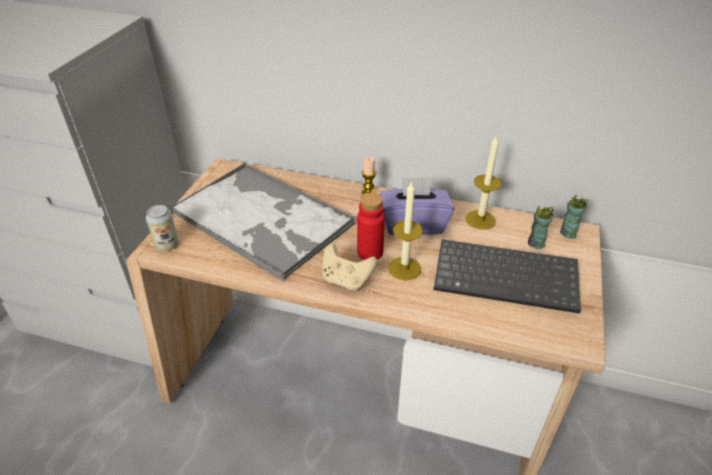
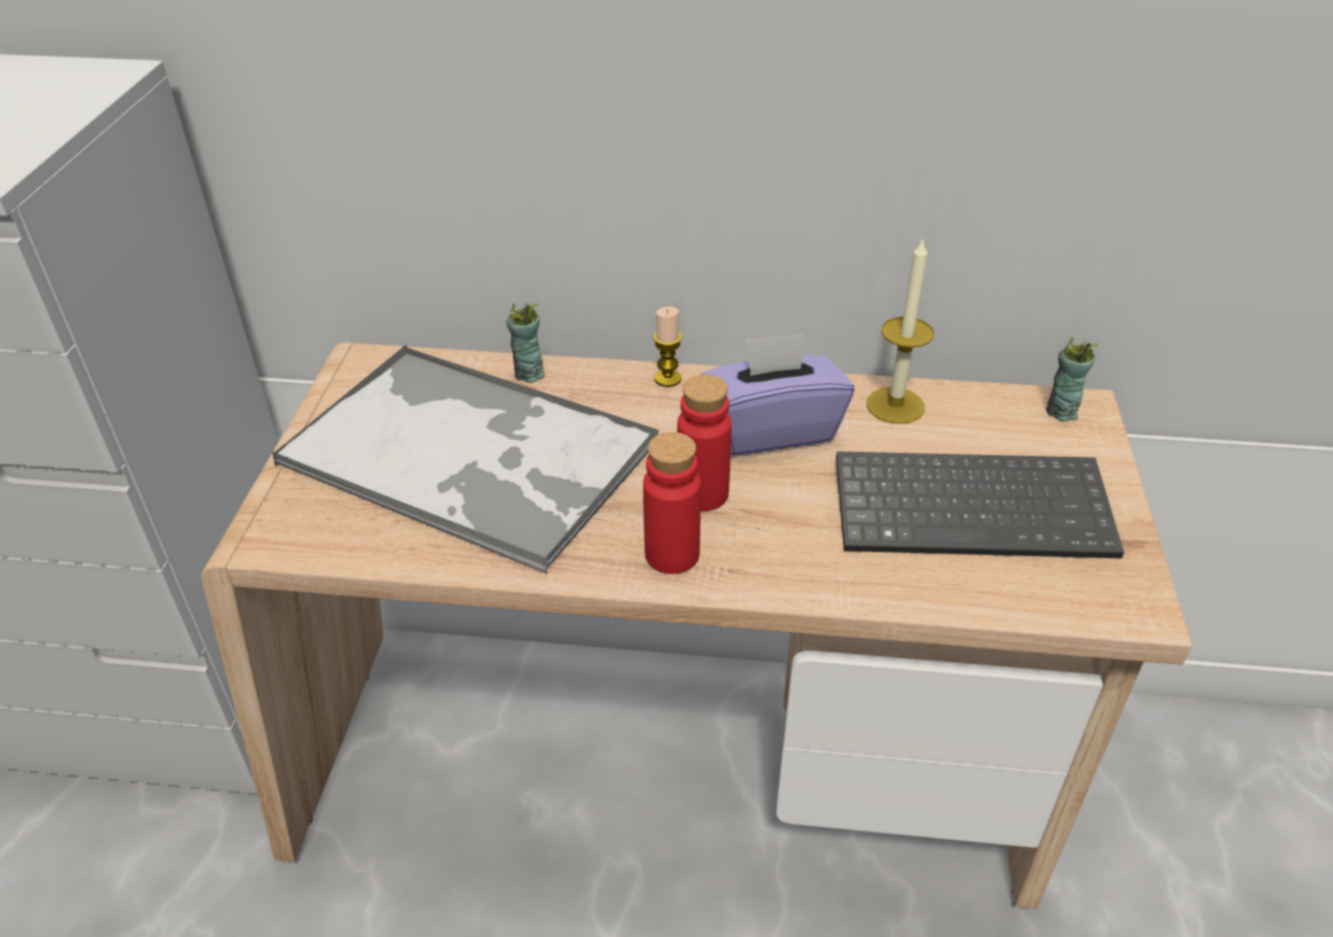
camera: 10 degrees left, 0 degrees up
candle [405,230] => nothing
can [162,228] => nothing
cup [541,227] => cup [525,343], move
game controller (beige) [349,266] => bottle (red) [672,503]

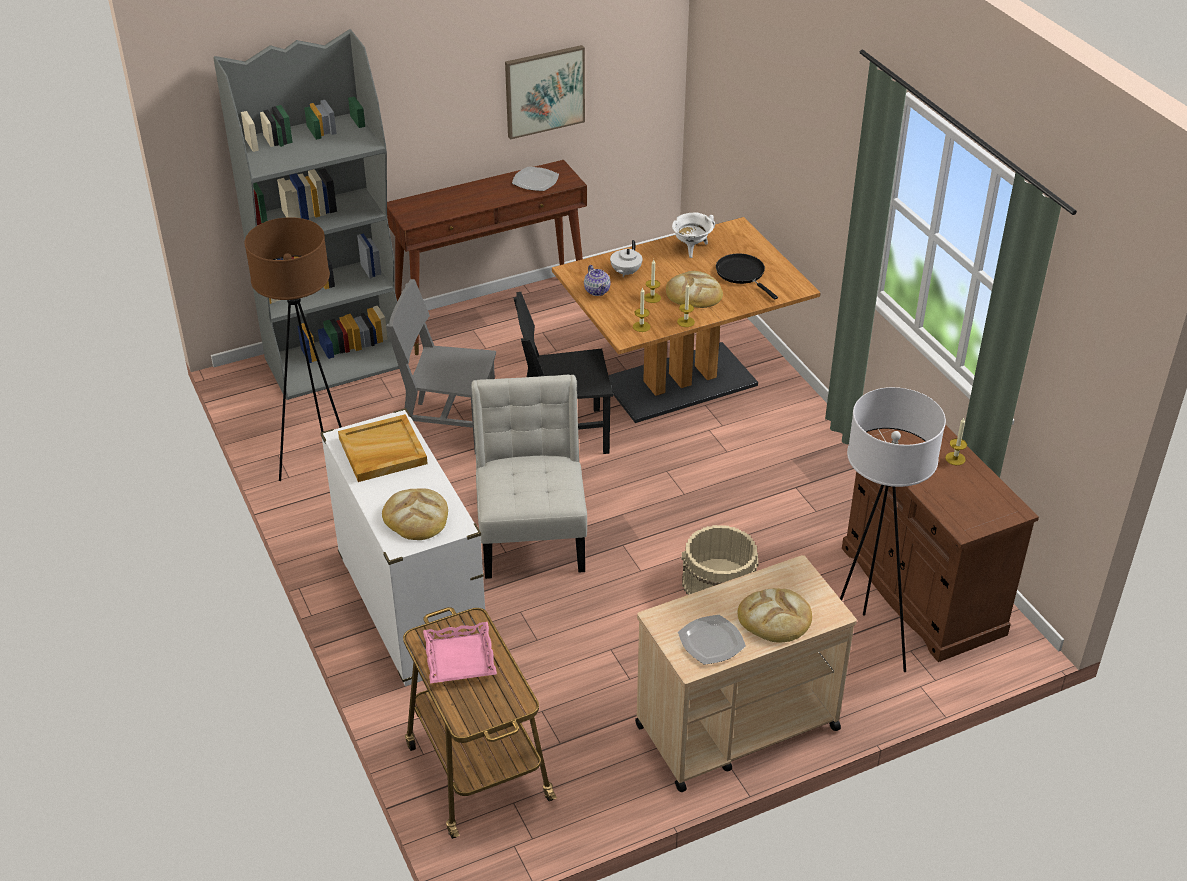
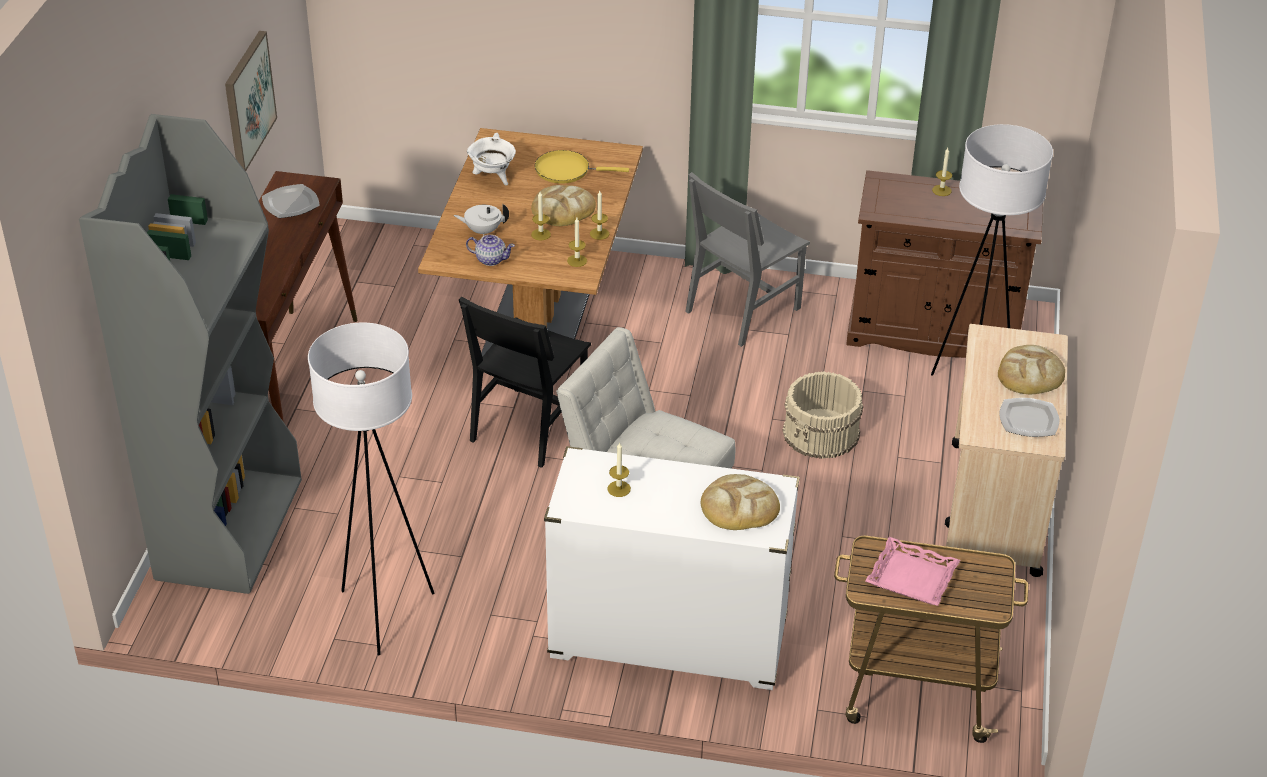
camera: 55 degrees left, 0 degrees up
floor lamp (brown) [293,349] => floor lamp (white) [371,488]
teapot (white) [626,258] => teapot (white) [481,220], 120 degrees clockwise
frying pan (black) [747,277] => frying pan (yellow) [582,166]
chair (grey) [441,367] => chair (grey) [747,259], move
tray (beige) [383,448] => candle [619,469]

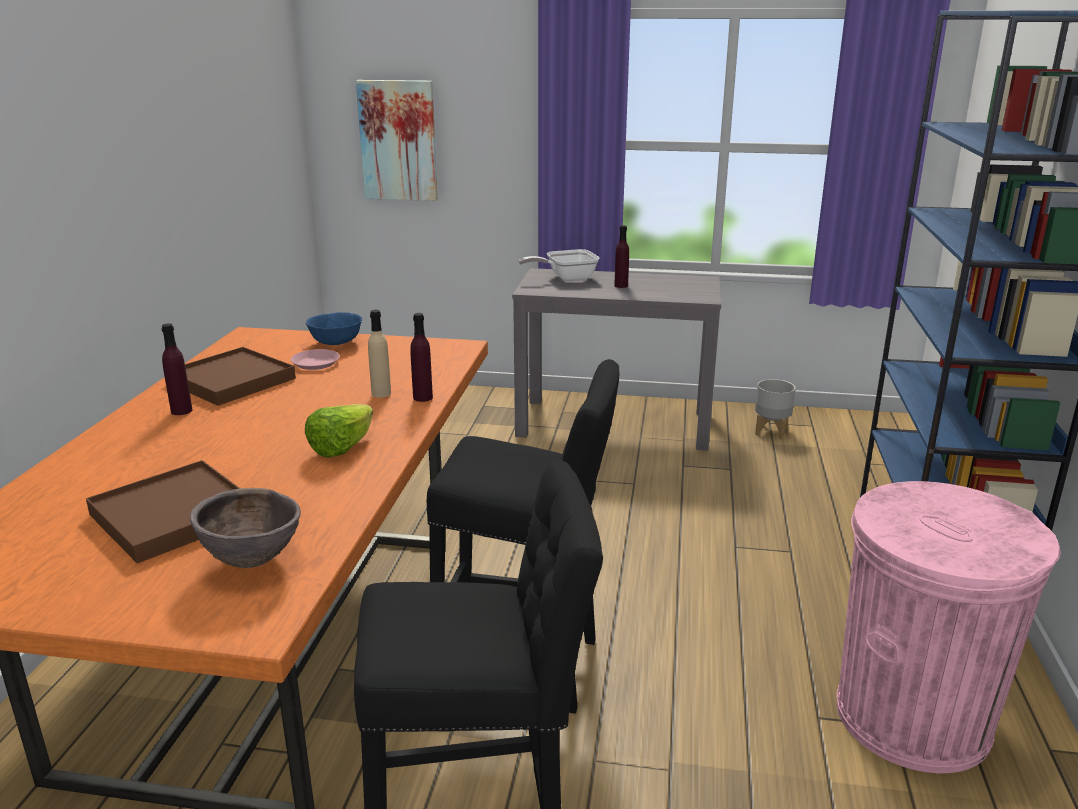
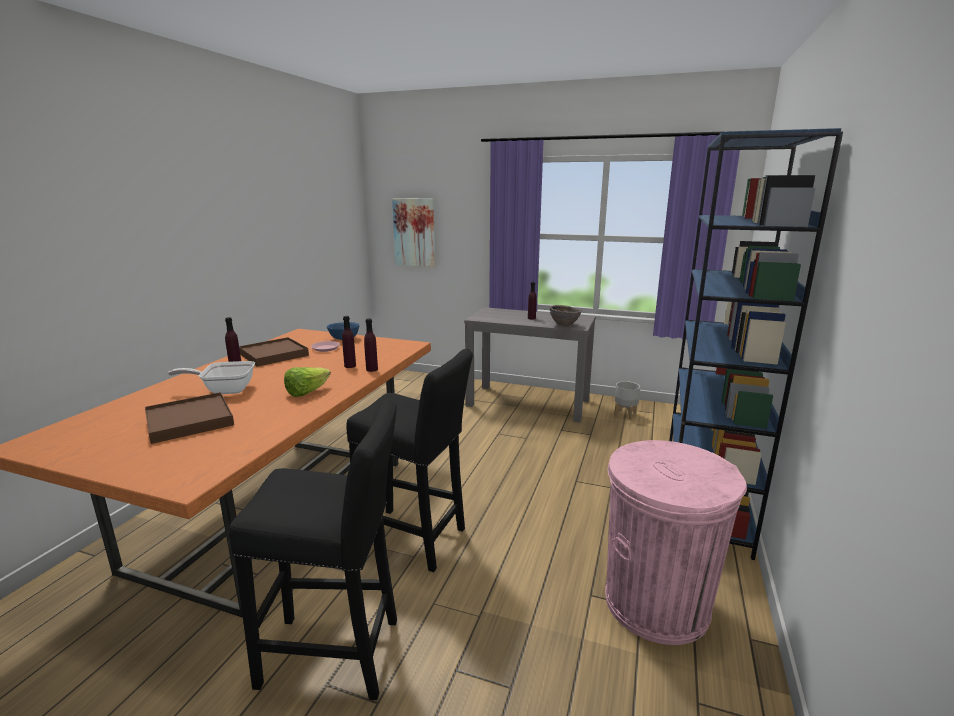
camera: 10 degrees right, 5 degrees down
frying pan [559,265] => frying pan [211,377], move
bottle (beige) [379,354] => bottle (purple) [349,342]
bowl (brown) [245,528] => bowl (brown) [565,316], move

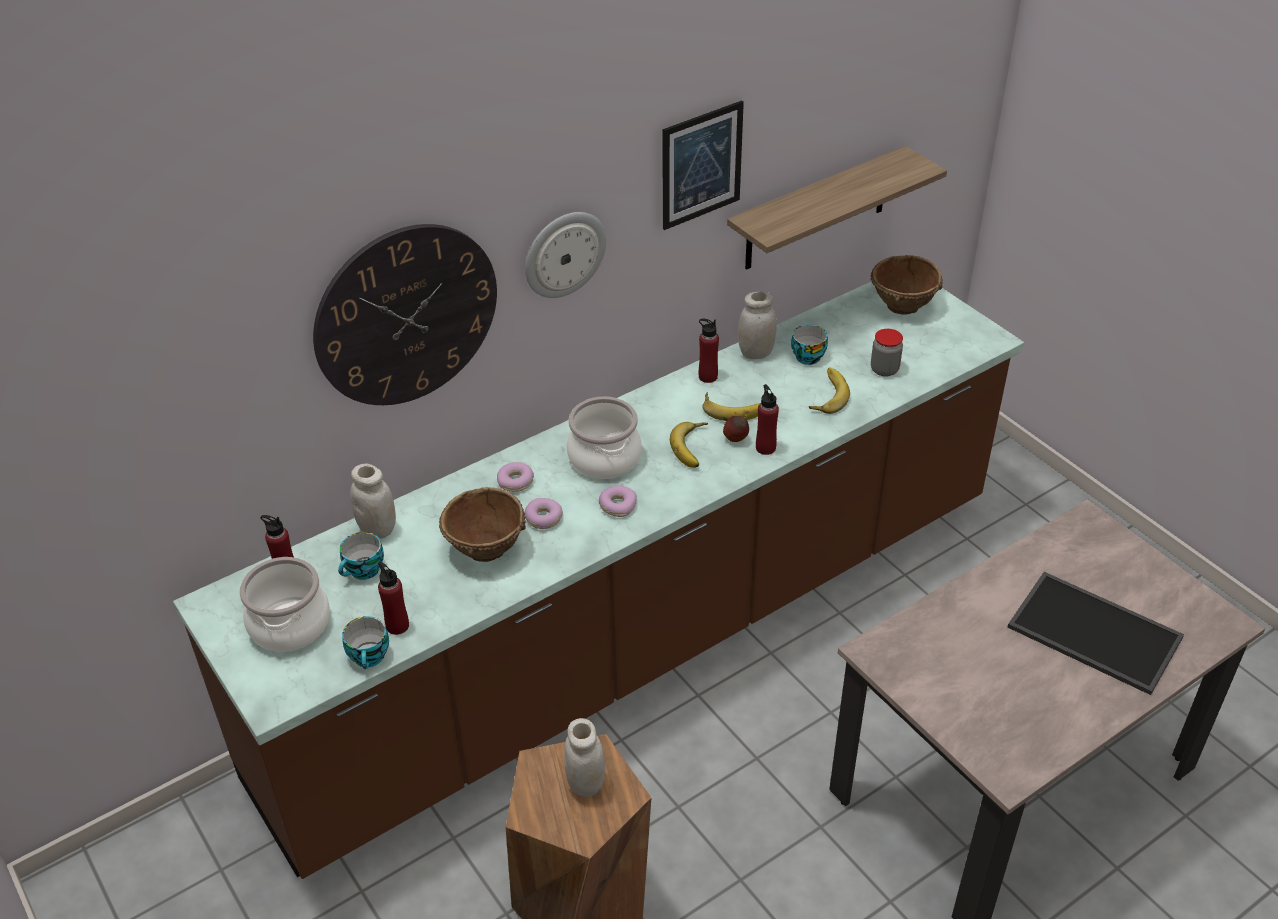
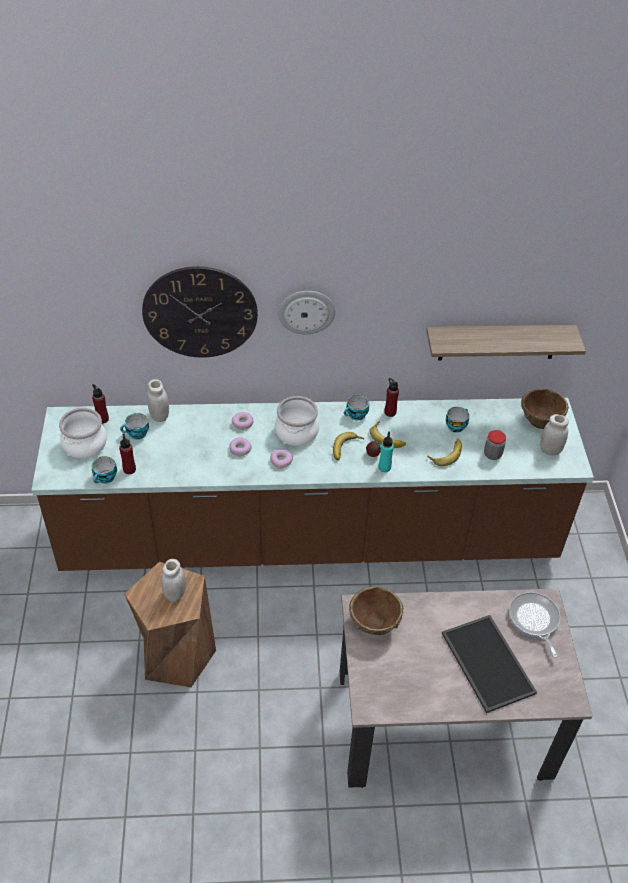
camera: 30 degrees right, 5 degrees up
picture [703,165] => nothing
jar (white) [757,325] => jar (white) [554,435], move
bottle (red) [767,419] => bottle (turquoise) [386,452]
bowl (brown) [482,524] => bowl (brown) [376,610], move
nothing => cup [356,408]
nothing => frying pan [535,624]

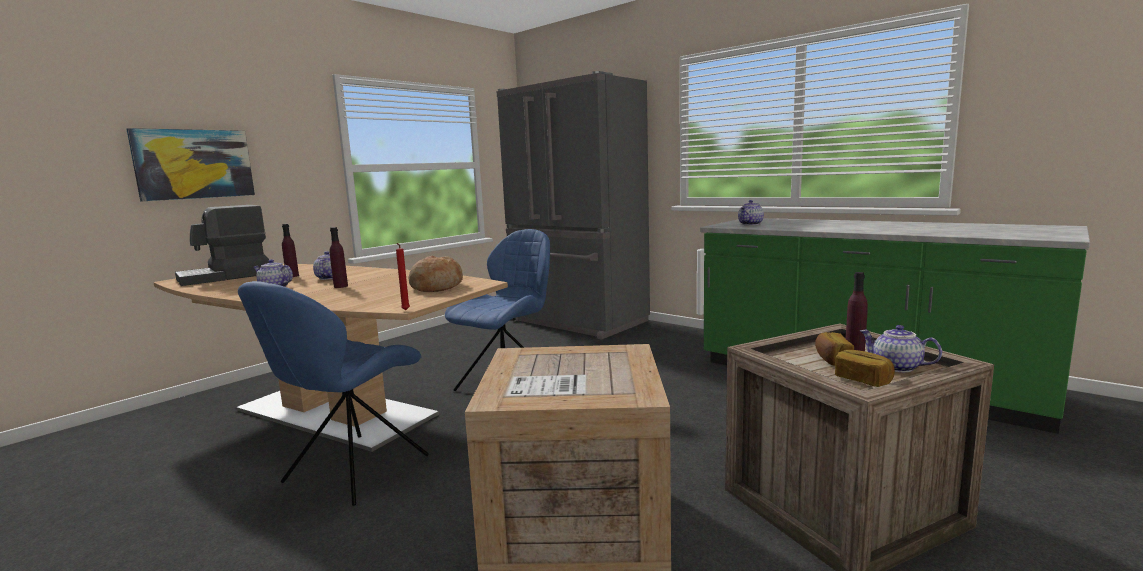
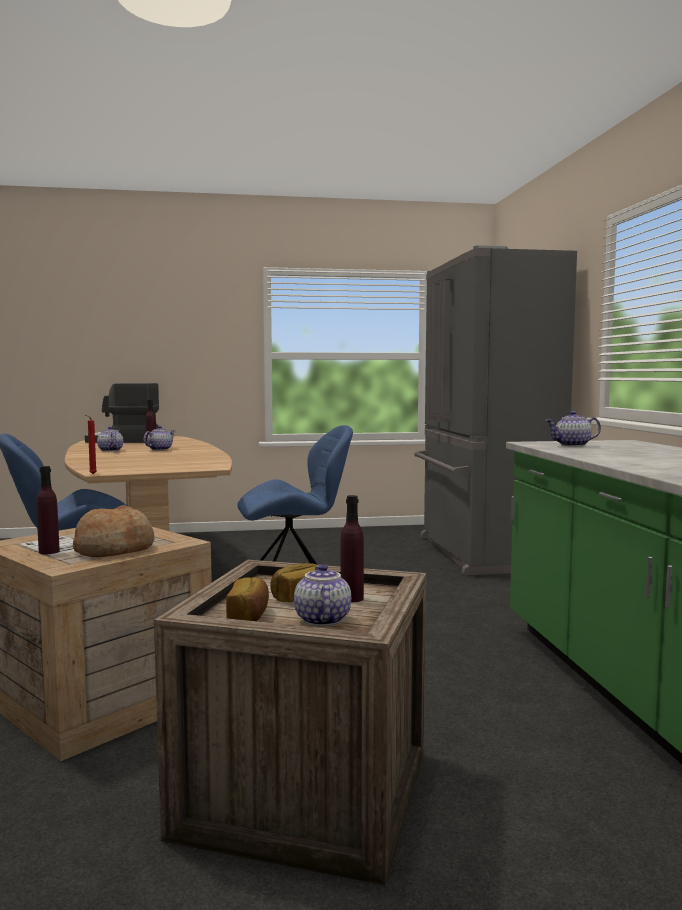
camera: 40 degrees right, 5 degrees down
picture [190,164] => nothing
bottle (purple) [339,257] => bottle (purple) [48,510], move
bread [435,274] => bread [114,531], move

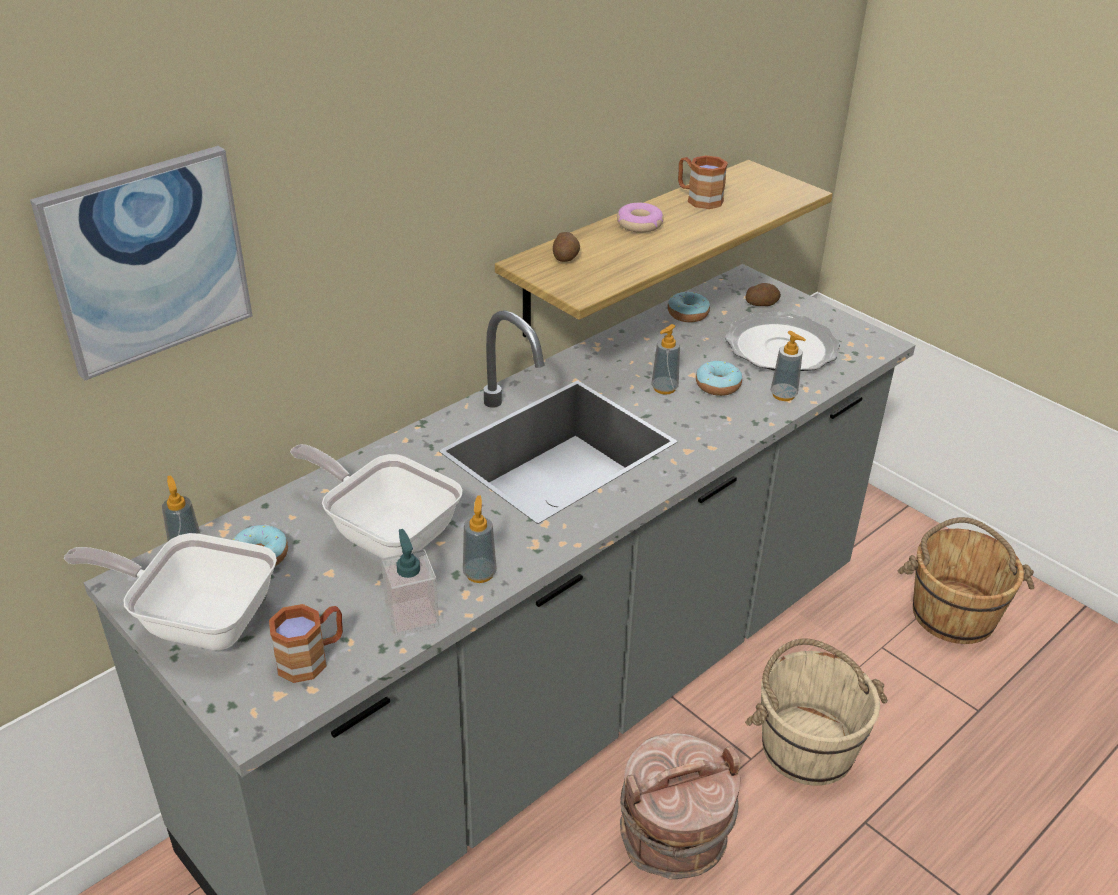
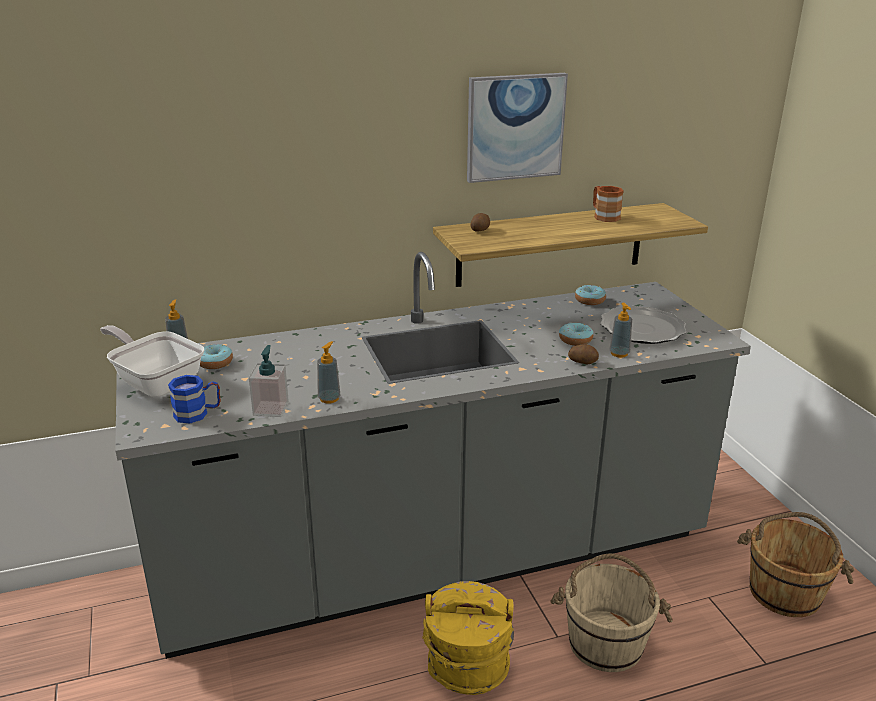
camera: 25 degrees right, 10 degrees down
picture [141,263] => picture [517,128], move
donut [640,218] => nothing
potato [763,294] => potato [583,354], move
soap dispenser [665,359] => nothing
frying pan [376,501] => nothing
mug (brown) [306,643] => mug (blue) [194,399]
bucket (brown) [680,806] => bucket (yellow) [468,638]

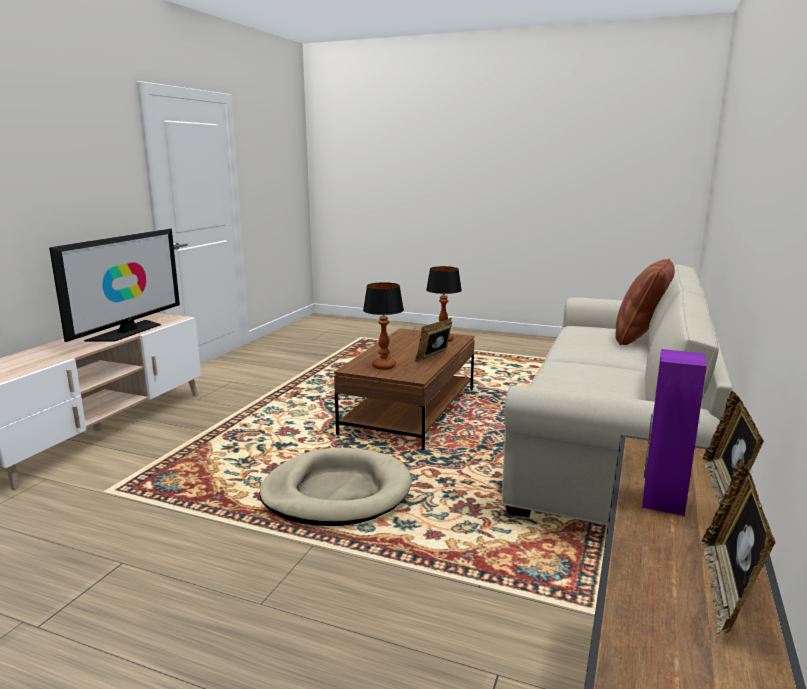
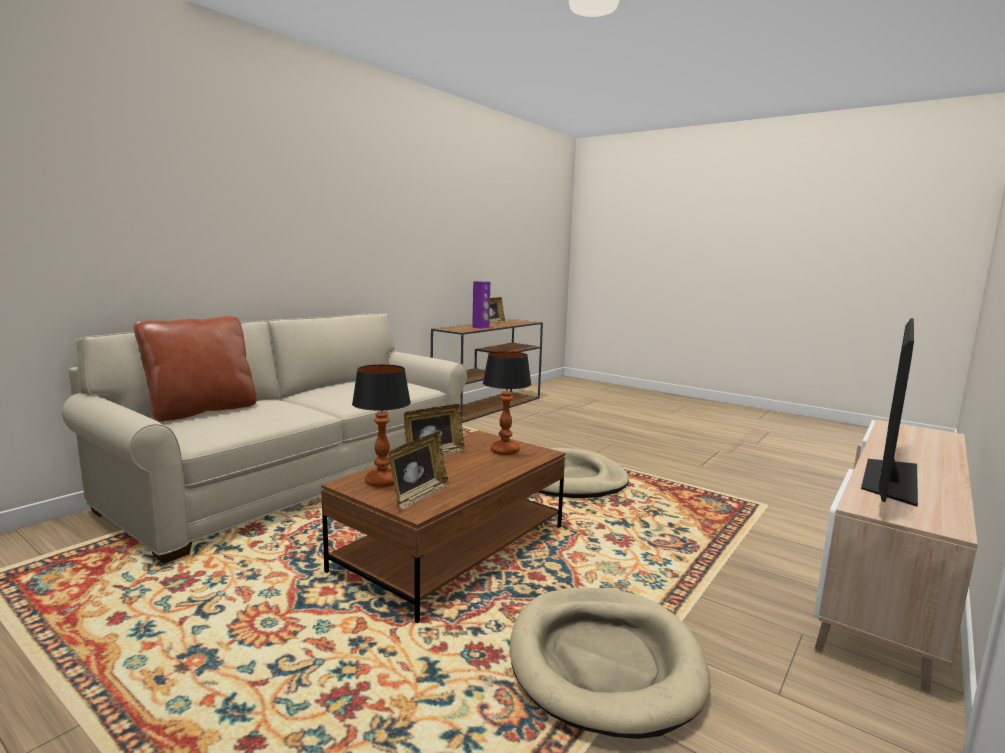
camera: 165 degrees left, 5 degrees down
picture frame [733,449] => picture frame [419,471], move
nothing => dog bed (beige) [610,663]

